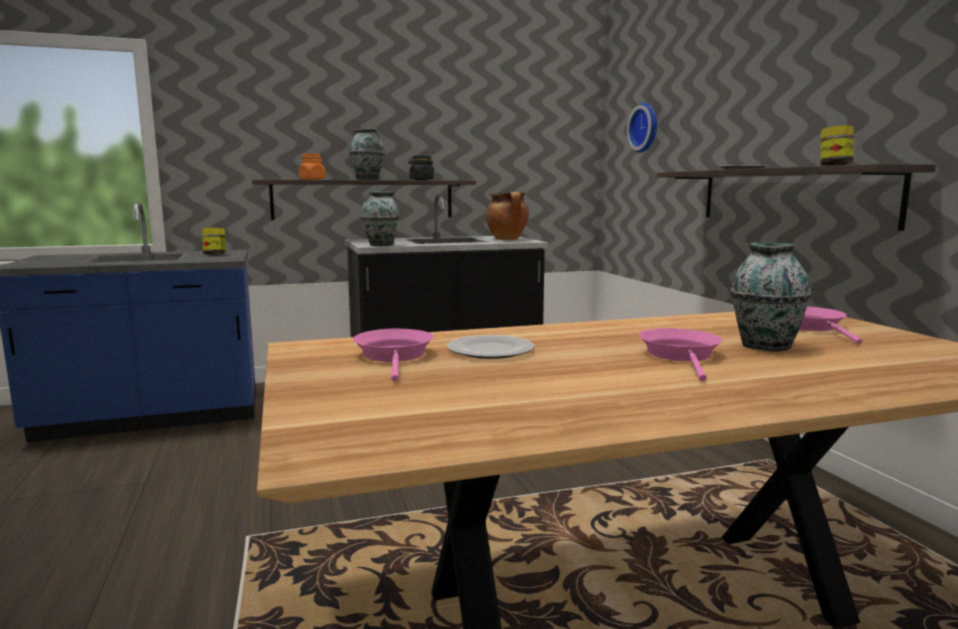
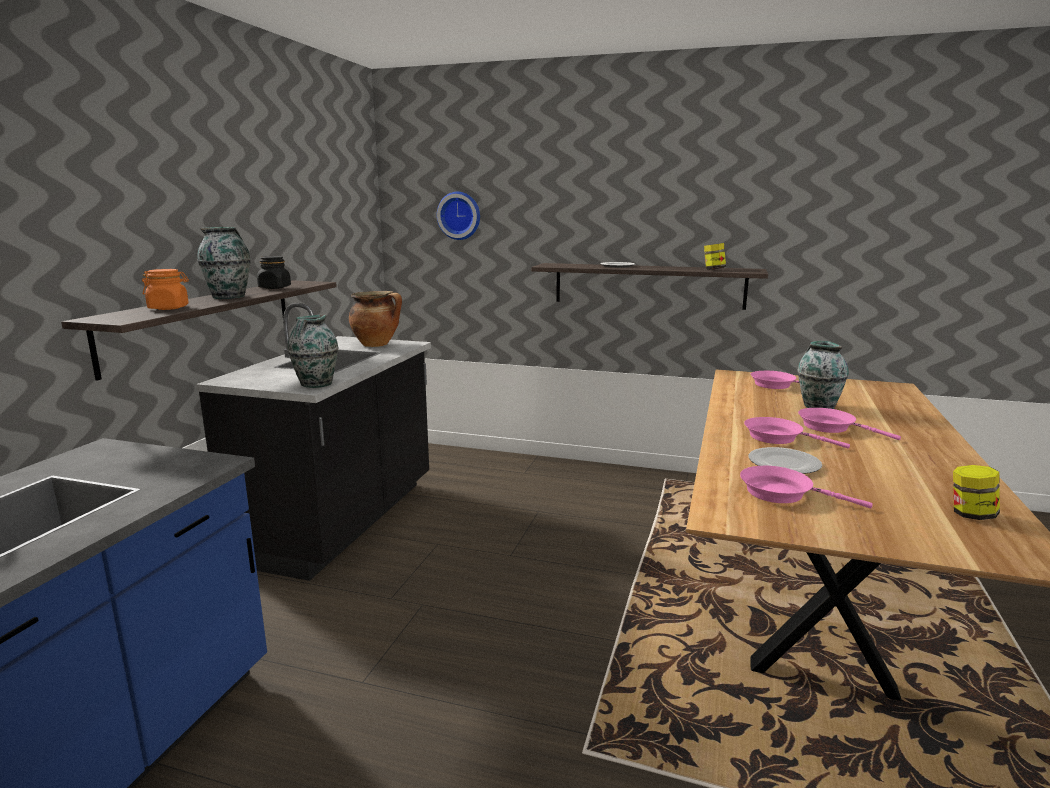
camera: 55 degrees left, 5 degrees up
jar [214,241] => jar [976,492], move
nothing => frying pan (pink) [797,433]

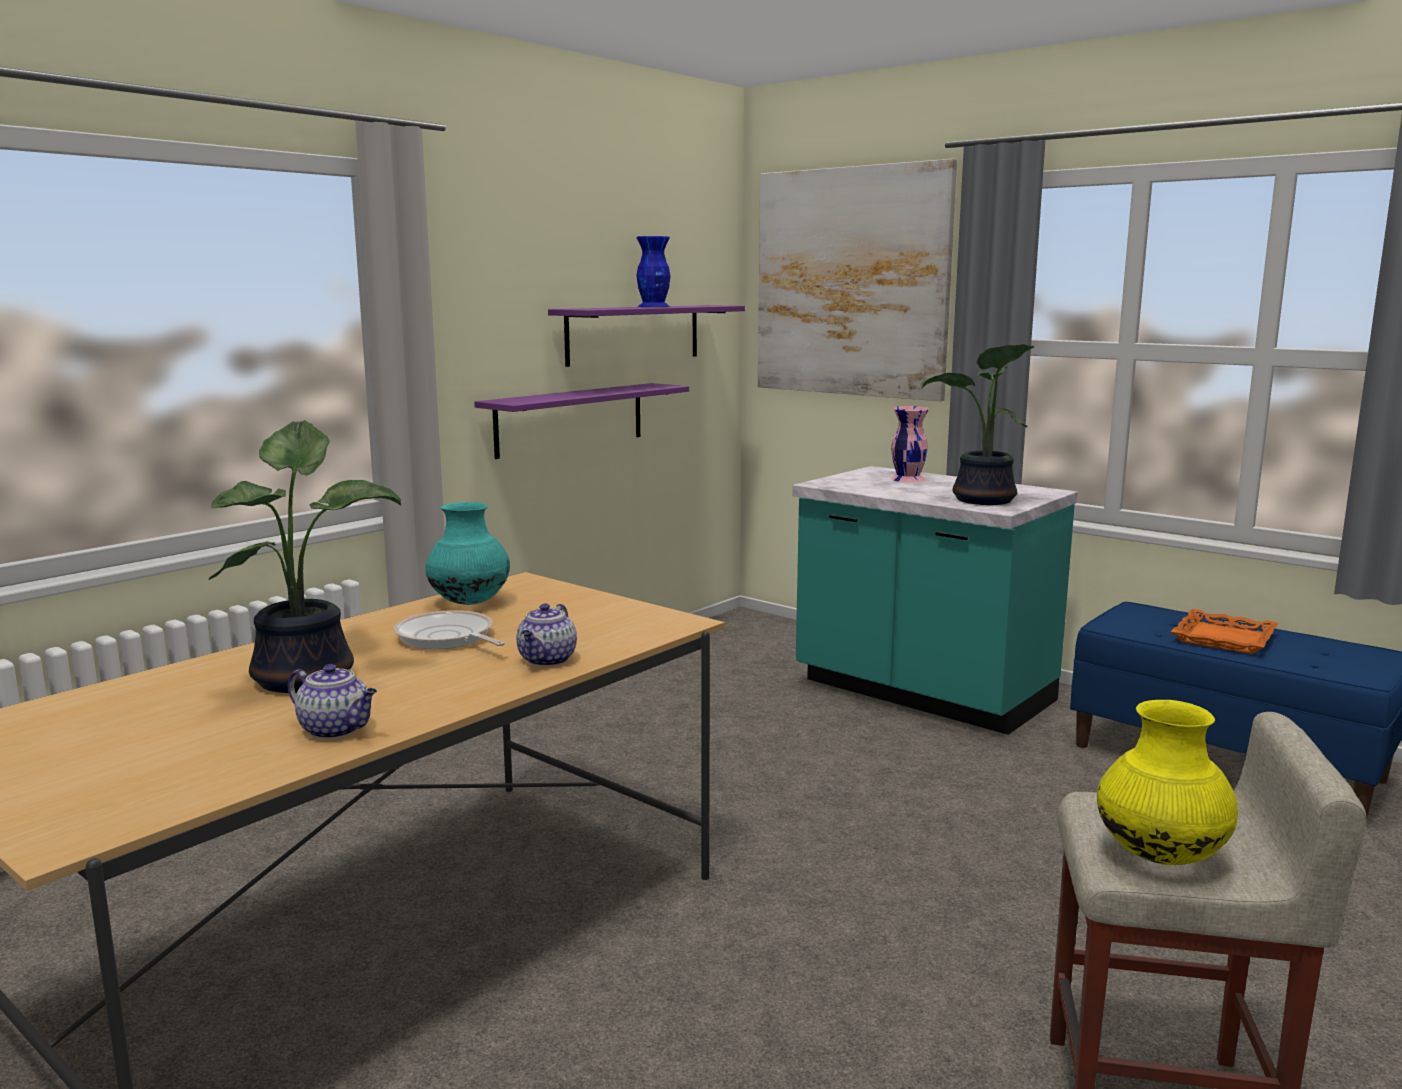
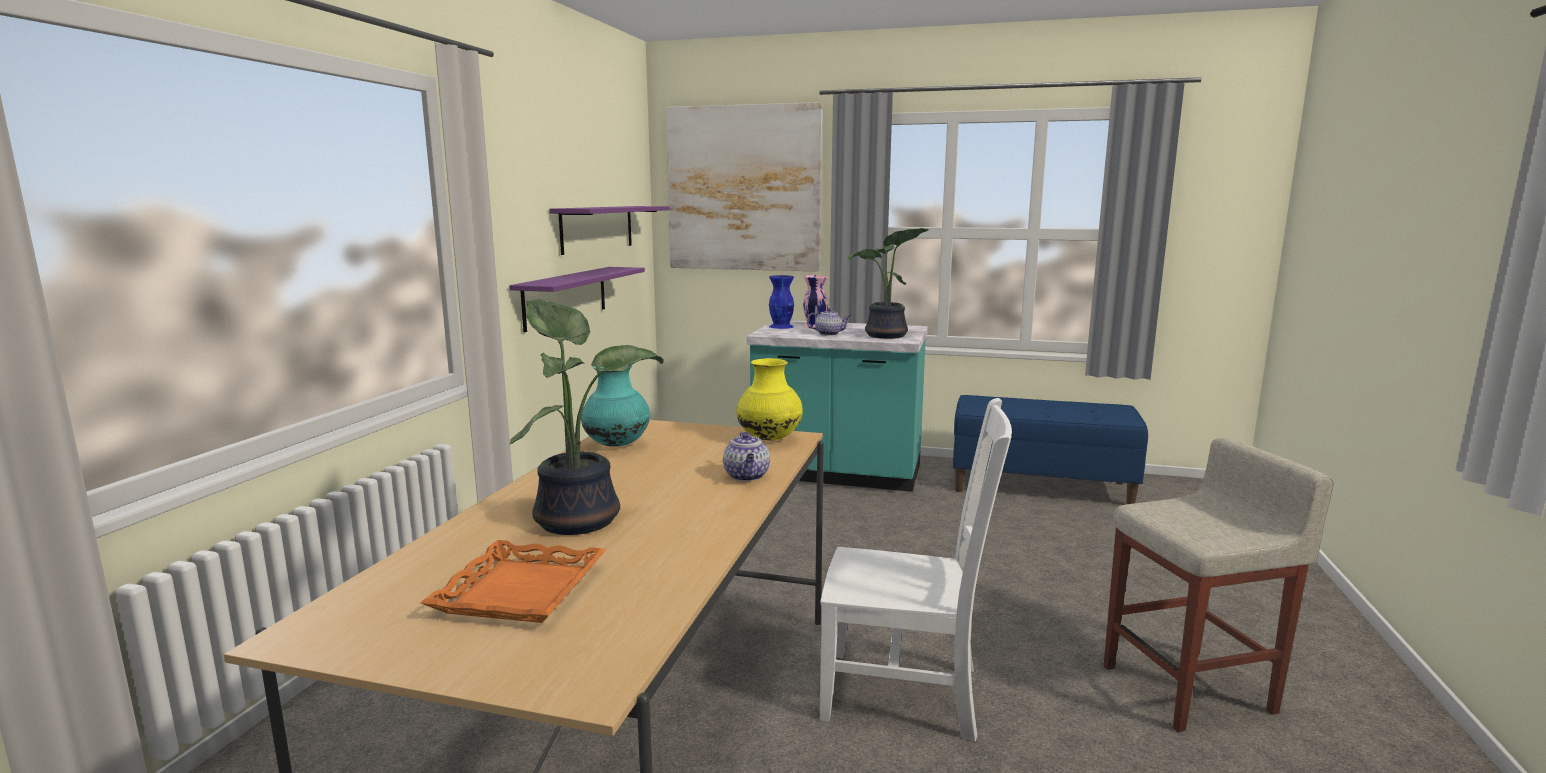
camera: 25 degrees left, 0 degrees up
vase (blue) [653,271] => vase (blue) [781,302], move
tray (orange) [1225,631] => tray (orange) [513,581], move
frying pan [449,629] => nothing
teapot [332,701] => teapot [829,322], move
vase (yellow) [1167,782] => vase (yellow) [769,399], move
nothing => chair (white) [916,569]

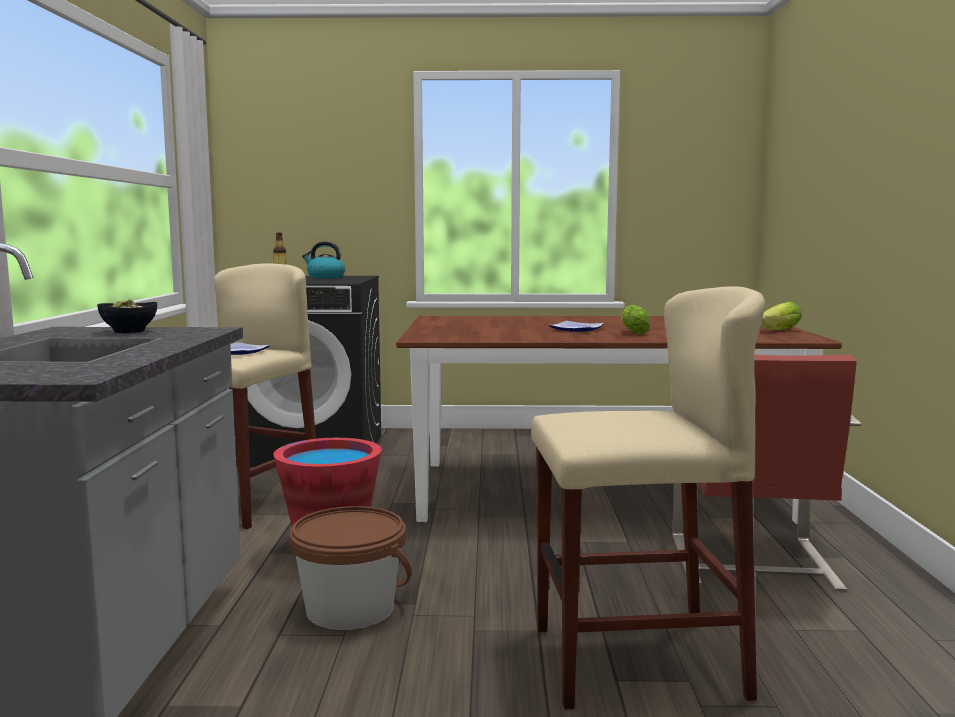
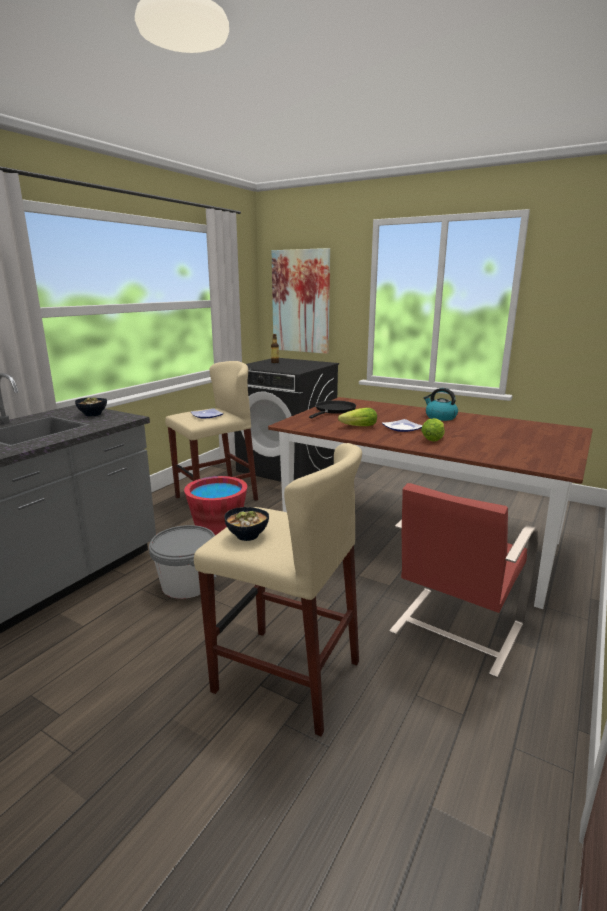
camera: 30 degrees right, 10 degrees up
kettle [323,260] => kettle [441,404], move
lettuce [781,316] => lettuce [357,417], move
bucket (brown) [350,568] => bucket (grey) [182,562]
nothing => picture [301,301]
nothing => frying pan (black) [332,409]
nothing => bowl [246,524]

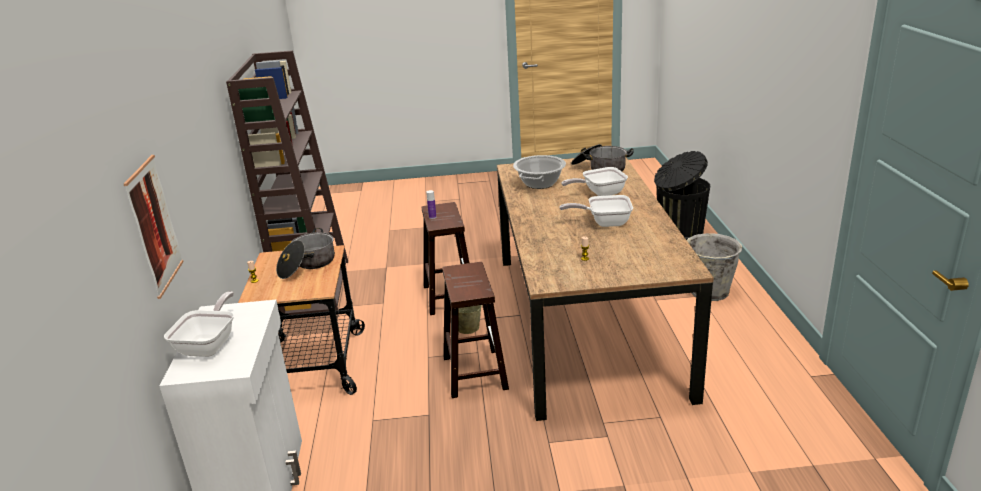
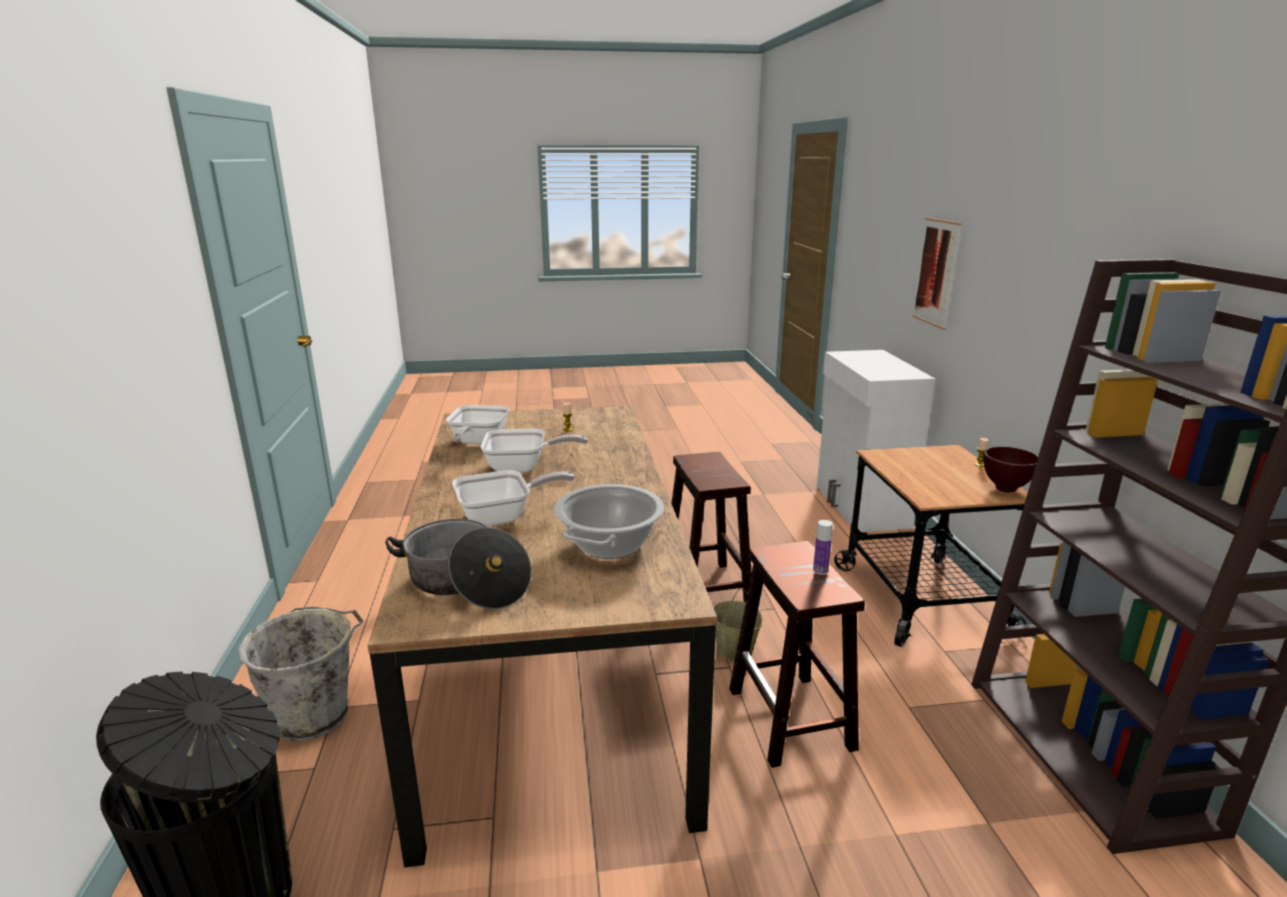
camera: 175 degrees right, 5 degrees down
cooking pot [305,253] => nothing
frying pan [199,324] => frying pan [478,424], move
nothing => bowl (brown) [1010,469]

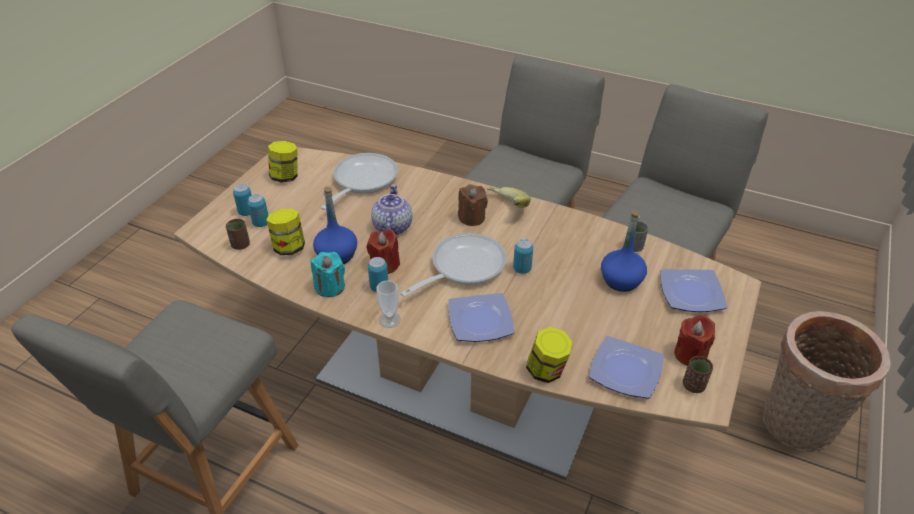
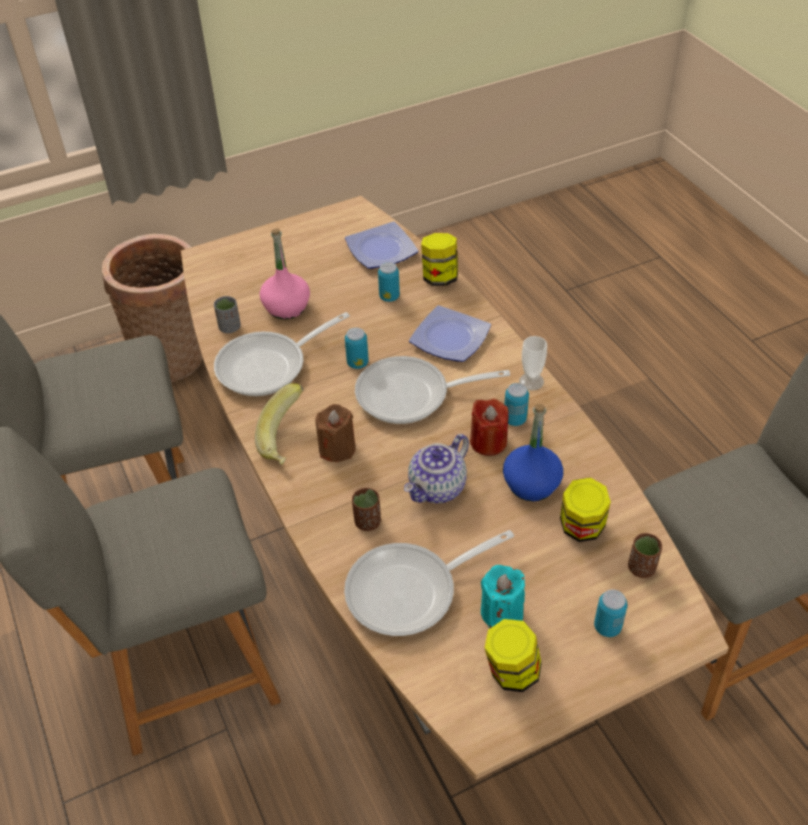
camera: 140 degrees left, 5 degrees up
can [258,210] => can [389,282], move
bottle (blue) [624,251] => bottle (pink) [285,273]
candle (turquoise) [328,274] => candle (turquoise) [503,596], move
plate [693,290] => nothing
candle (red) [694,340] => nothing
cup (brown) [698,374] => cup (brown) [366,509], move
nothing => frying pan [282,354]

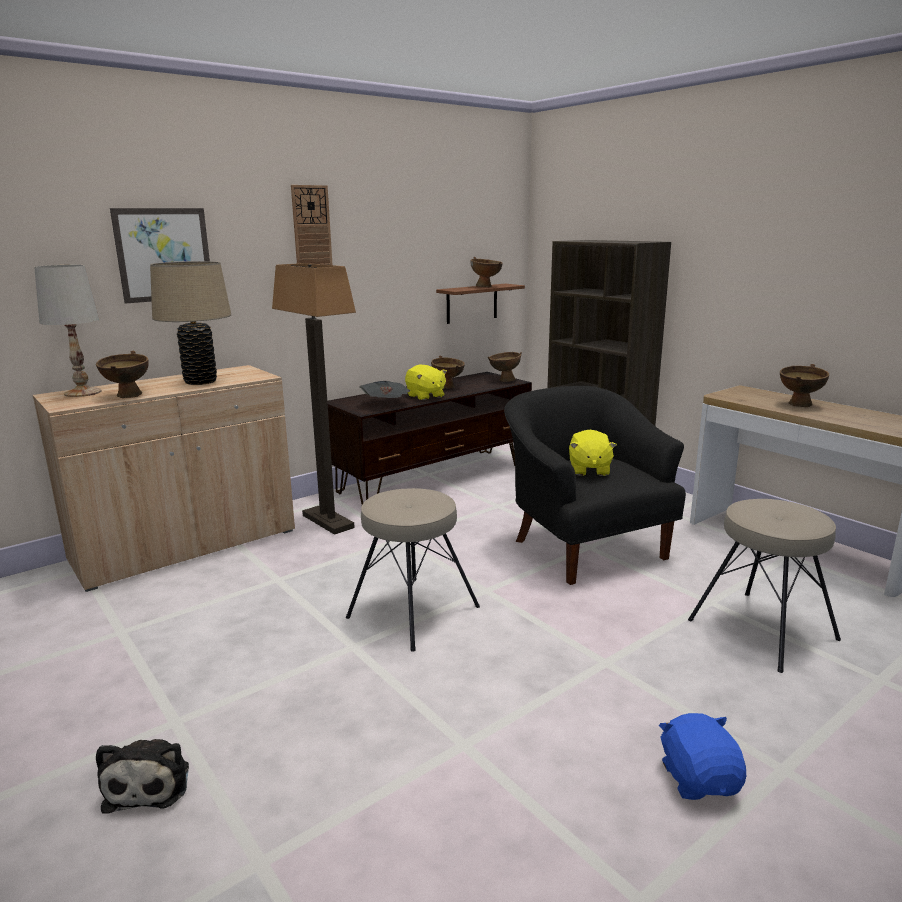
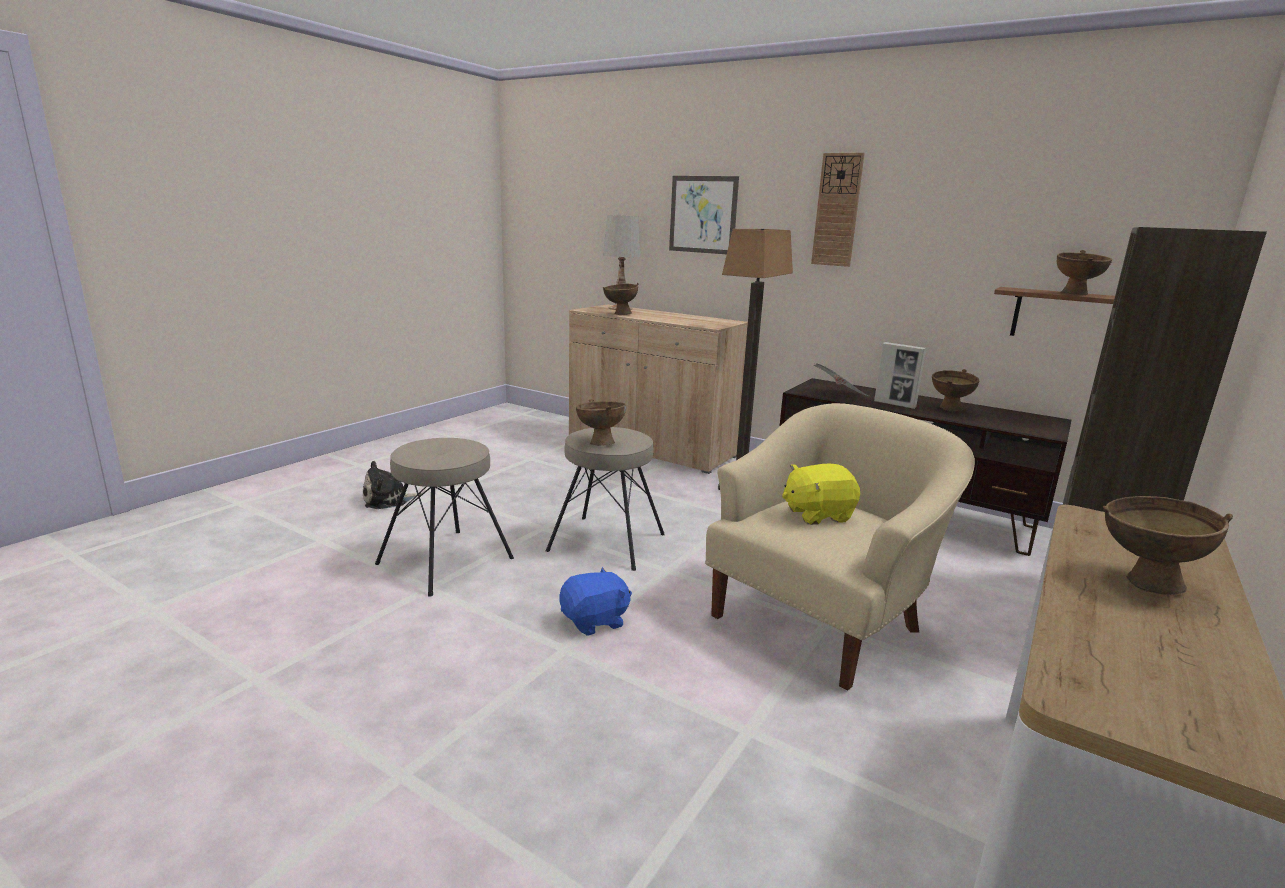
camera: 70 degrees right, 0 degrees up
table lamp (beige) [190,323] => nothing
bowl (brown) [505,367] => bowl (brown) [601,422], move
plush toy (yellow) [426,382] => picture frame [900,375]
armchair (black) [595,485] => armchair (beige) [840,547]
stool (beige) [764,586] => stool (beige) [444,517], move
plush toy (blue) [702,756] => plush toy (blue) [595,601], move

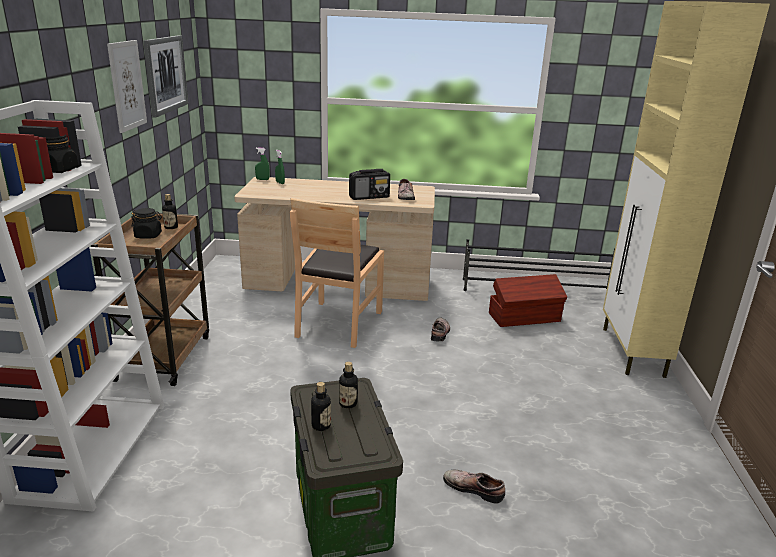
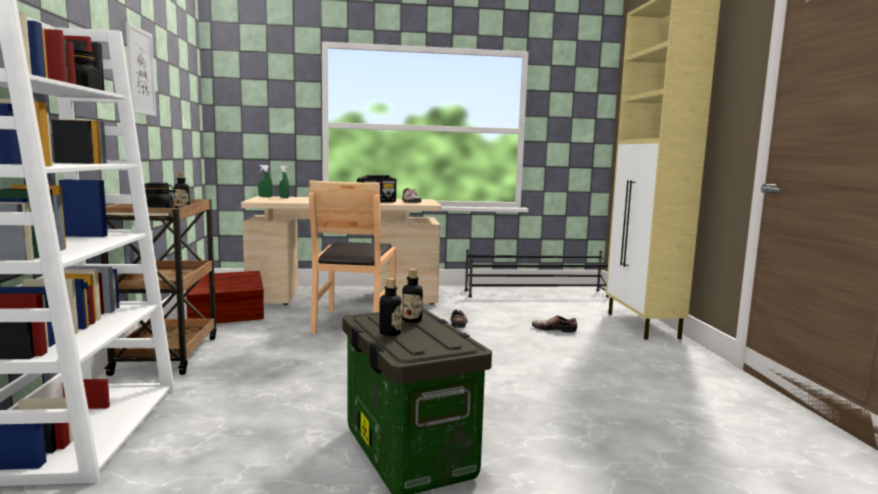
camera: 10 degrees left, 15 degrees down
picture [165,76] => nothing
storage box (brown) [528,300] => storage box (brown) [225,297], move
shoe [474,487] => shoe [554,324], move

